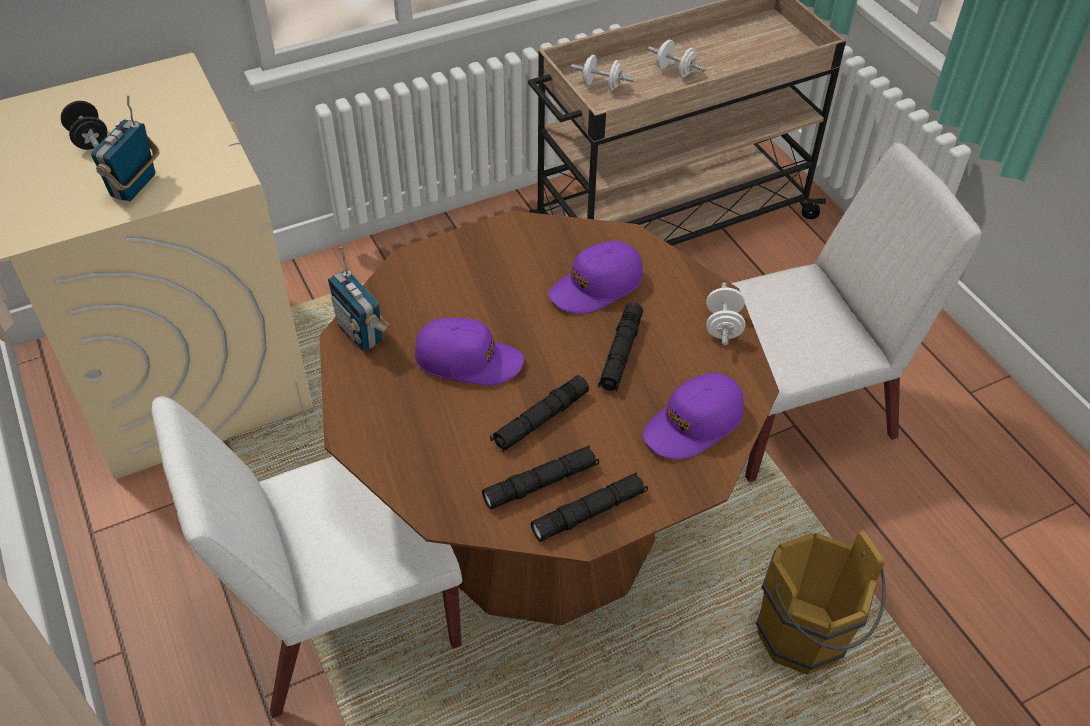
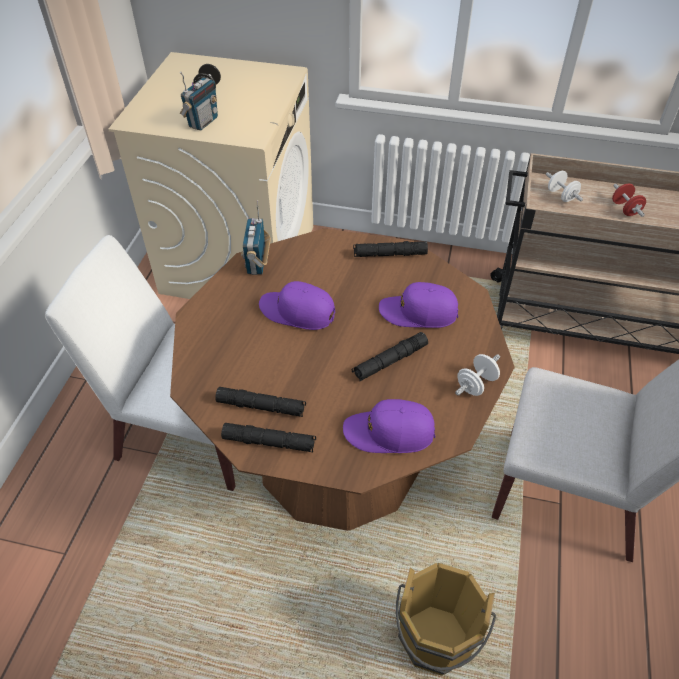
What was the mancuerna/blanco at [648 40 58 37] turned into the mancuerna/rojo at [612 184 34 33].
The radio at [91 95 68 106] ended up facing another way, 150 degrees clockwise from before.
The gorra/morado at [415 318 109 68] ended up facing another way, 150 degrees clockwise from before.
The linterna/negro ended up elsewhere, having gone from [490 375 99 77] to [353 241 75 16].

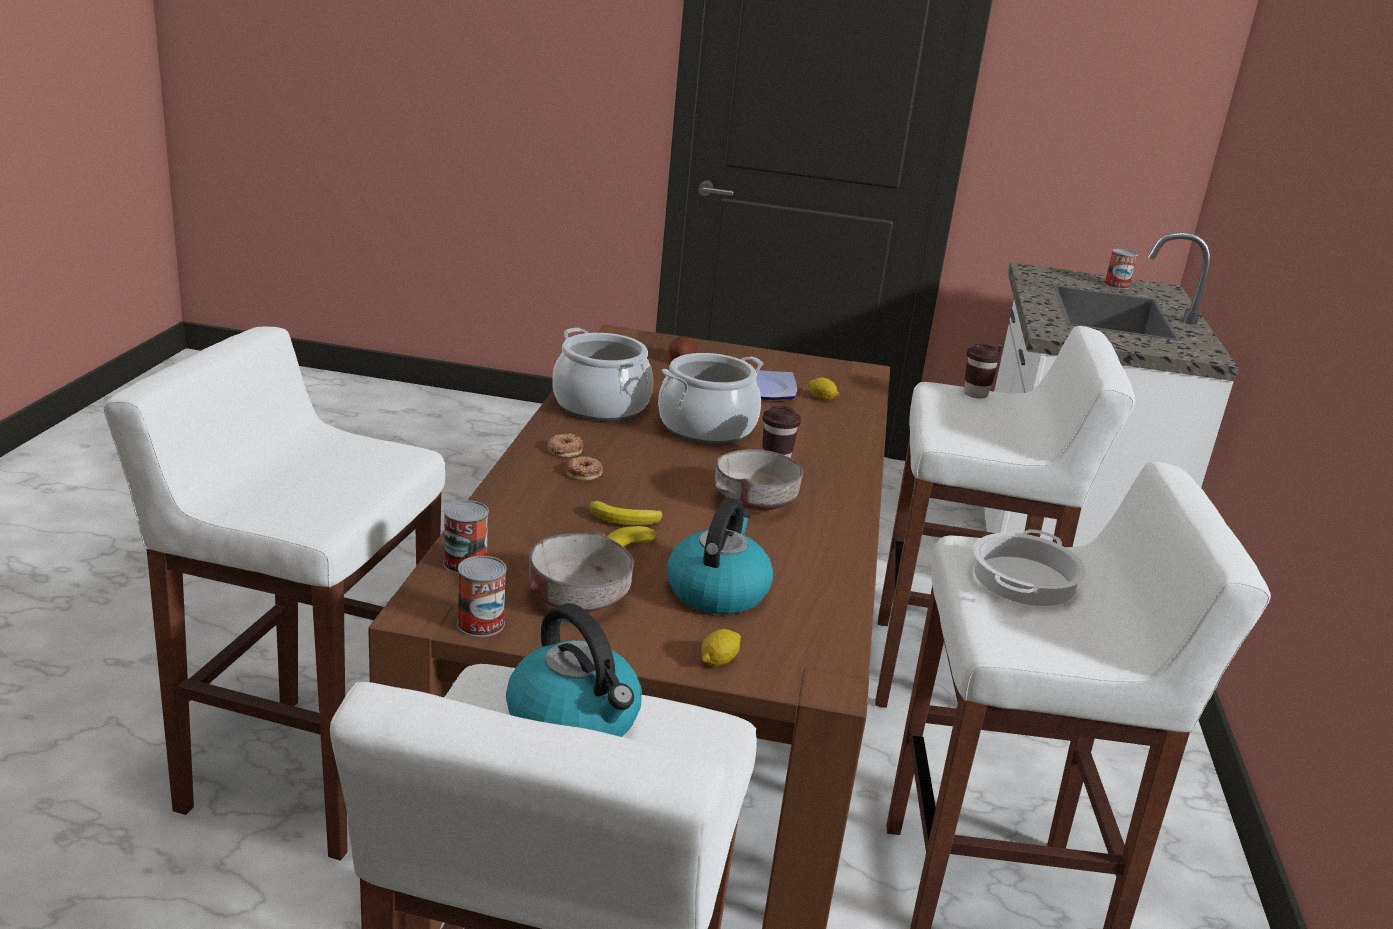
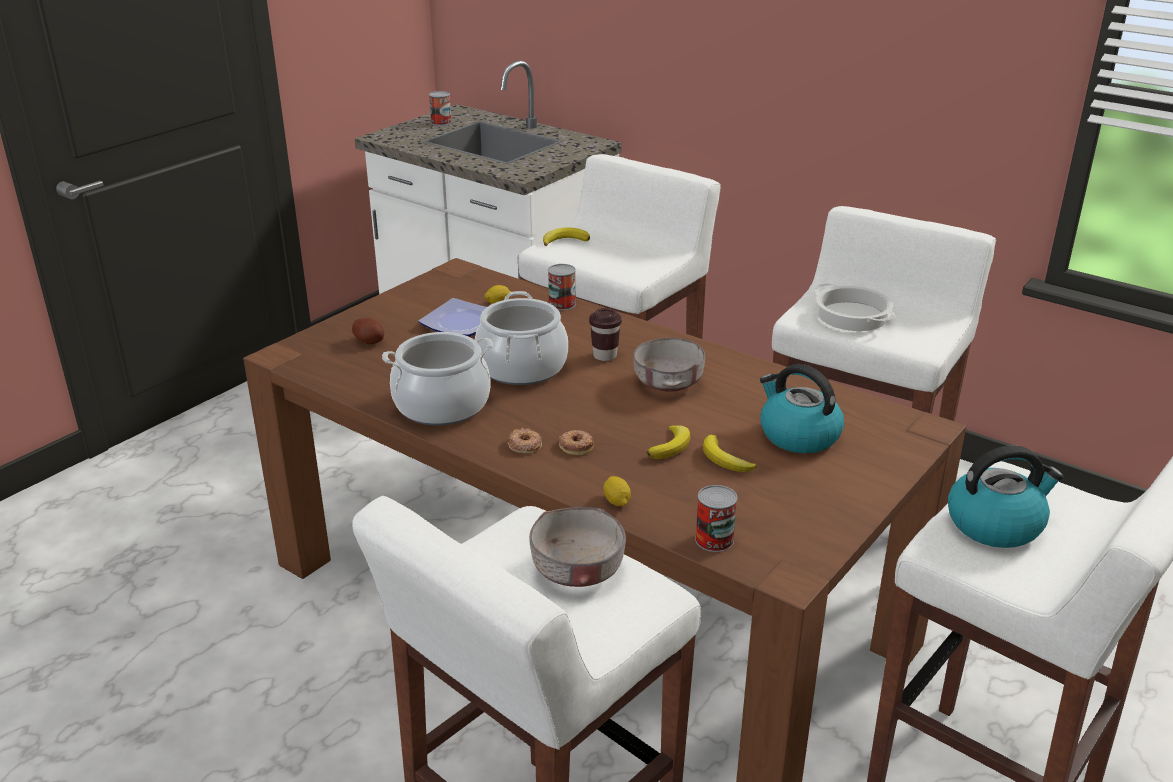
Where the taza/marrón stood at [964 344 37 54], the plátano came to stand at [543 227 47 19].
The cuenco/gris ended up elsewhere, having gone from [529 532 105 80] to [529 507 97 80].
The lata ended up elsewhere, having gone from [457 556 50 81] to [548 264 28 46].
The limón ended up elsewhere, having gone from [701 629 40 38] to [604 476 27 30].

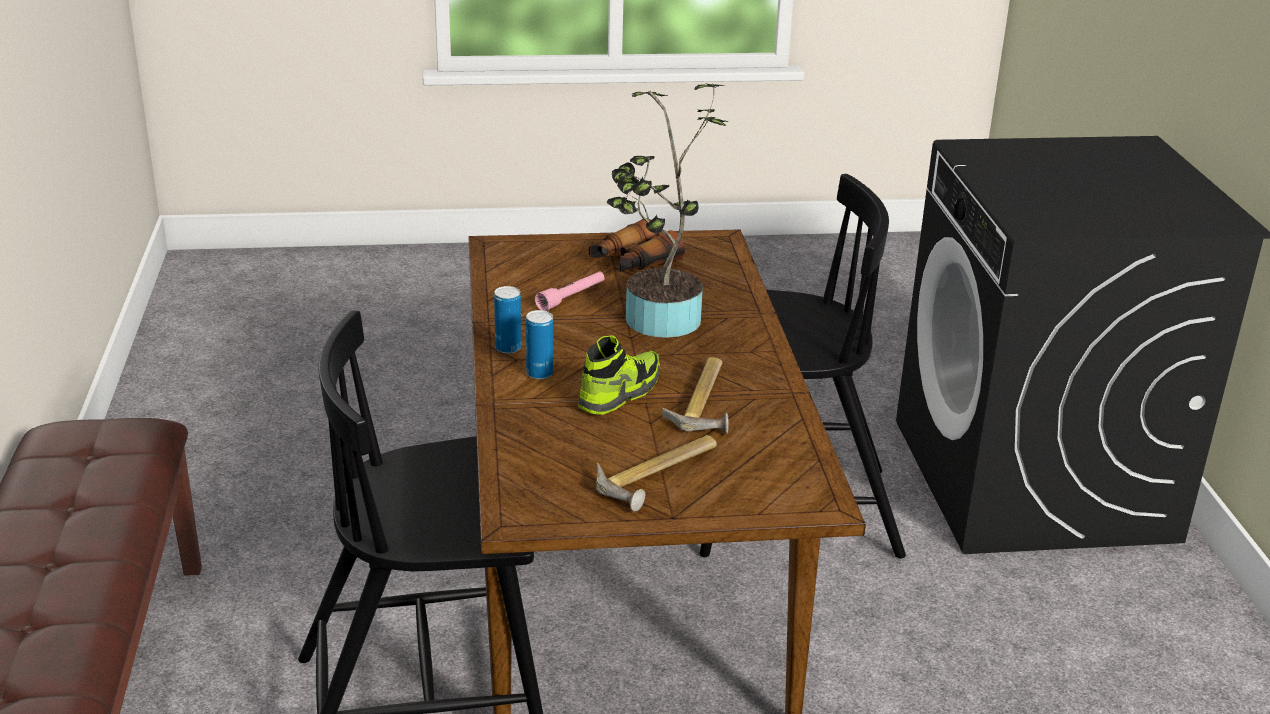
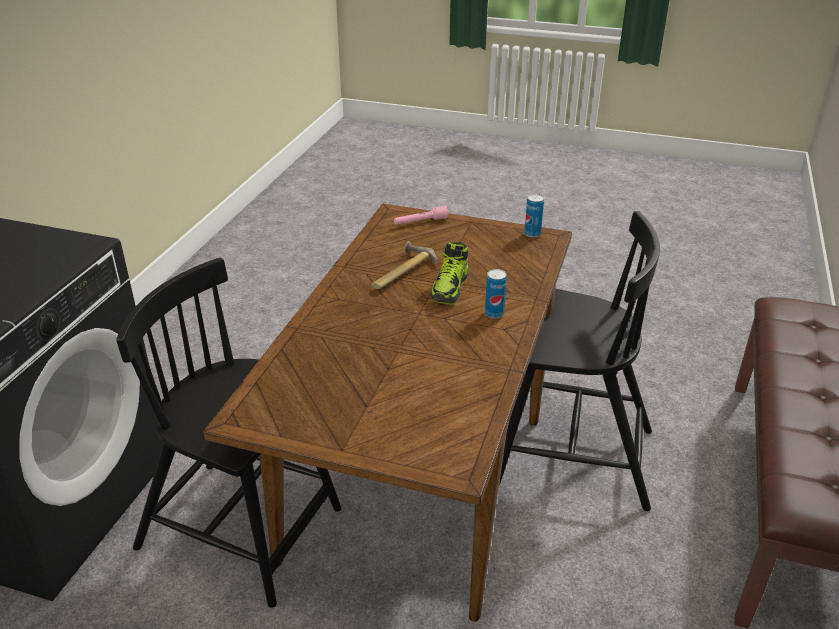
The second view lost the planta en maceta at [607 83 122 255].
The second view lost the prismáticos at [589 218 96 54].
The linterna/rosa ended up elsewhere, having gone from [535 272 69 39] to [394 206 55 19].
The lata ended up elsewhere, having gone from [494 286 27 68] to [524 194 20 43].
The zapato at [578 335 82 80] ended up facing another way, 45 degrees counterclockwise from before.
The second view lost the martillo at [596 435 121 76].

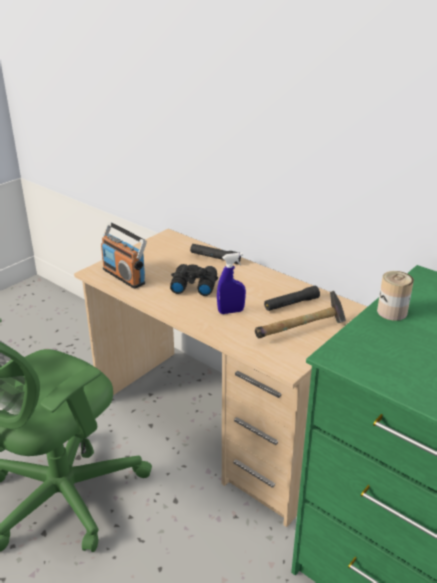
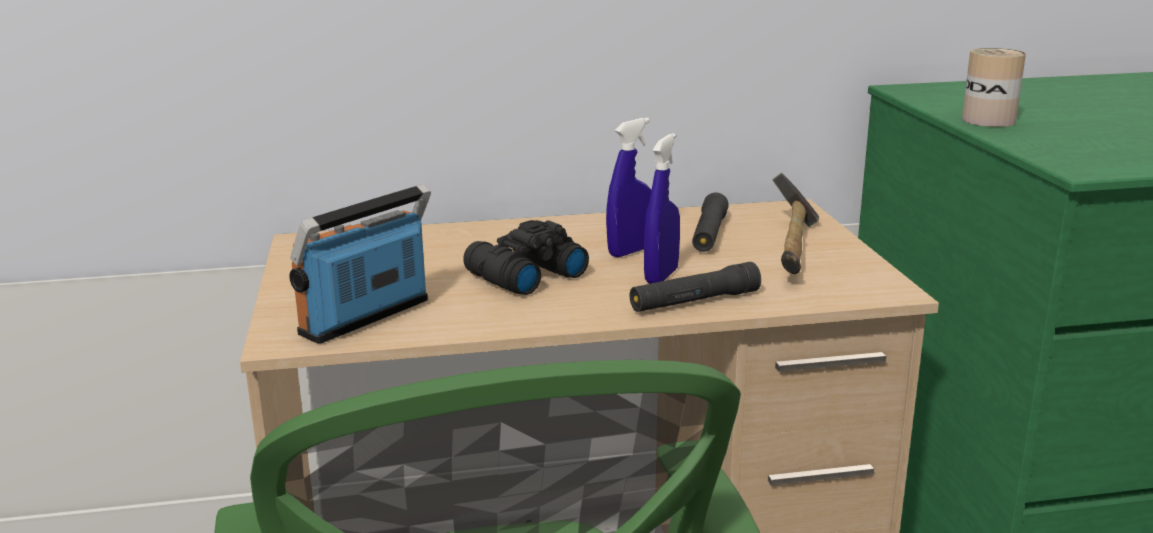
The radio at [101 222 46 67] ended up facing another way, 135 degrees clockwise from before.
The linterna/negro ended up elsewhere, having gone from [190 244 51 20] to [630 262 131 50].
The second view gained the pulverizador/azul at [606 118 45 139].

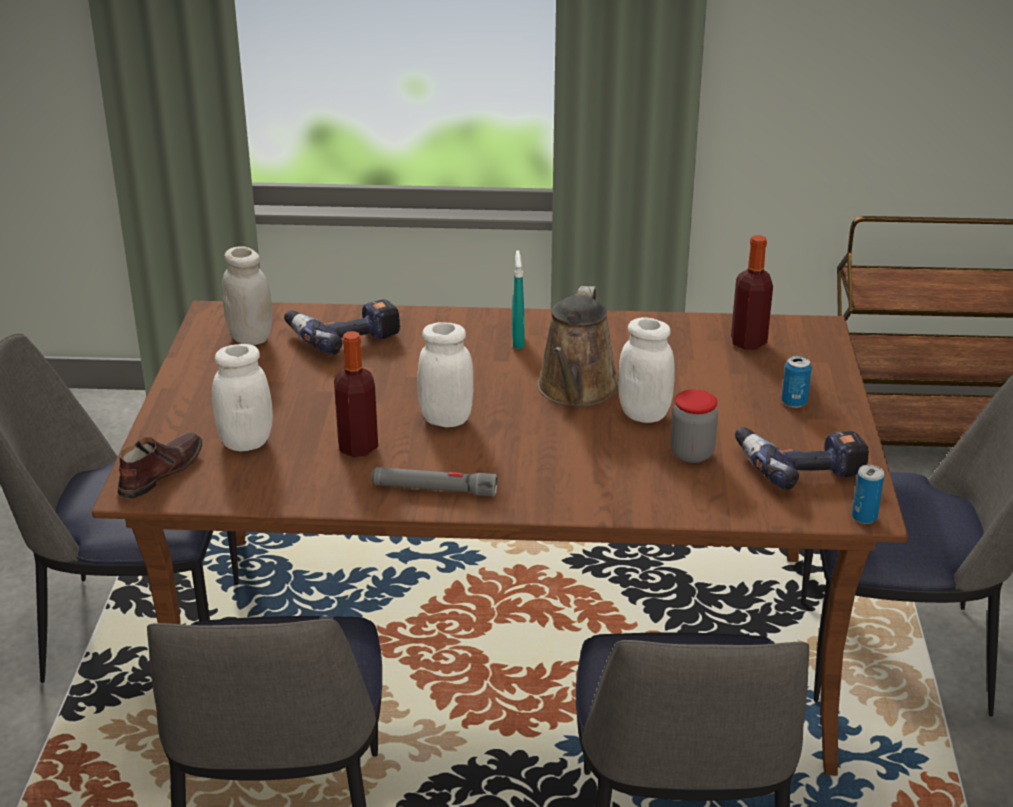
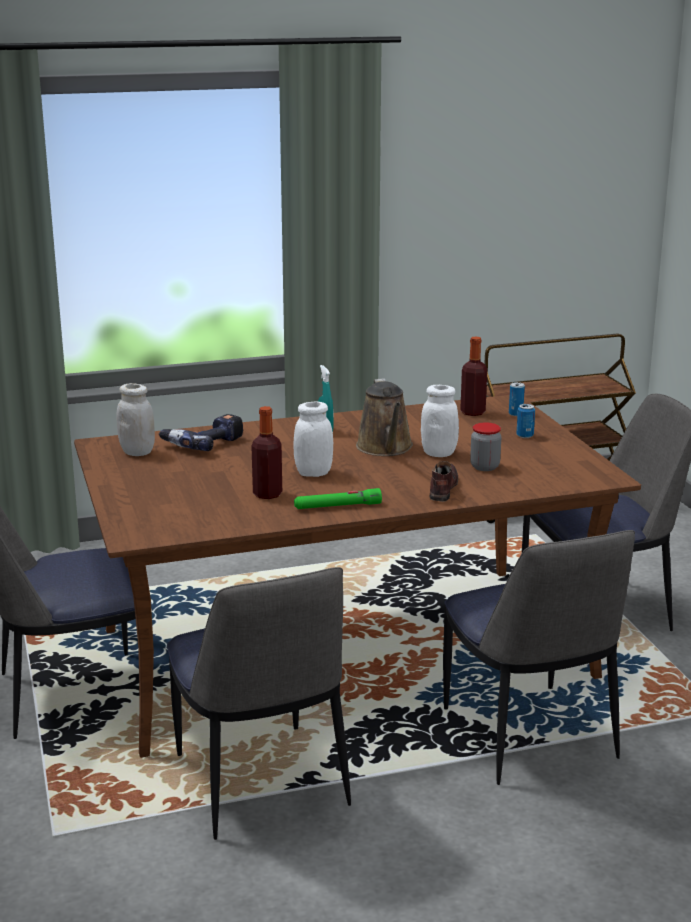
The second view lost the tarro/blanco at [212 344 61 107].
The second view lost the taladro at [735 427 134 63].
The zapato/marrón ended up elsewhere, having gone from [118 432 84 67] to [430 461 28 41].
The lata ended up elsewhere, having gone from [852 465 32 59] to [509 382 16 34].
What was the linterna/gris at [371 467 126 29] turned into the linterna/verde at [294 488 88 21].

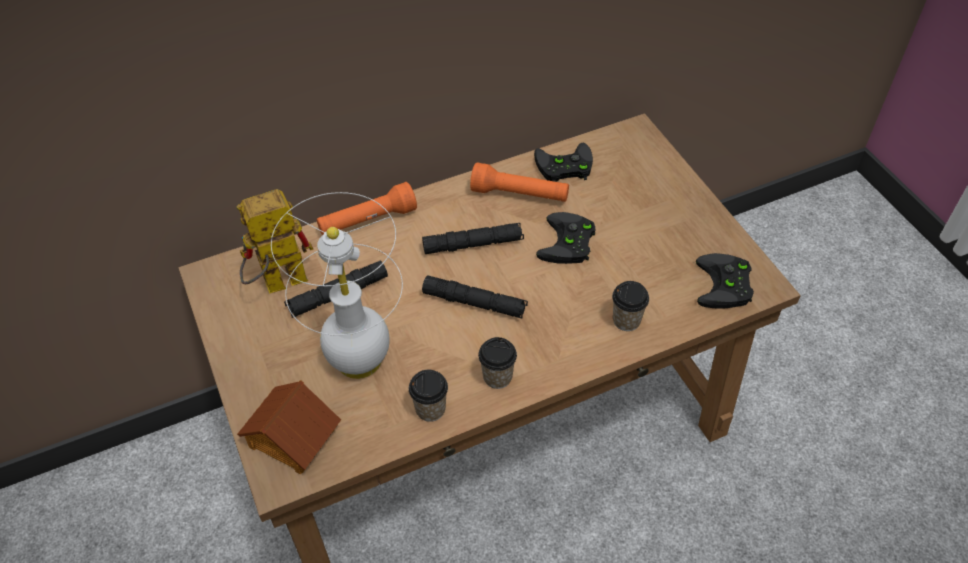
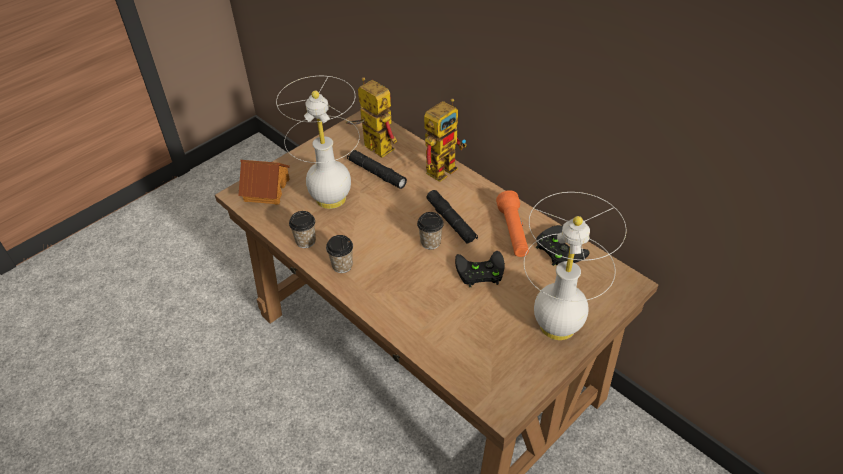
Where the linterna/naranja stood at [317 182 100 53], the robot de juguete came to stand at [424 98 43 84].
The second view lost the mando de consola/negro at [696 253 58 56].
The second view lost the linterna/negro at [422 275 106 43].
The taza ended up elsewhere, having gone from [612 281 37 50] to [417 212 27 37].
The second view gained the lámpara de mesa/blanco at [524 192 102 148].

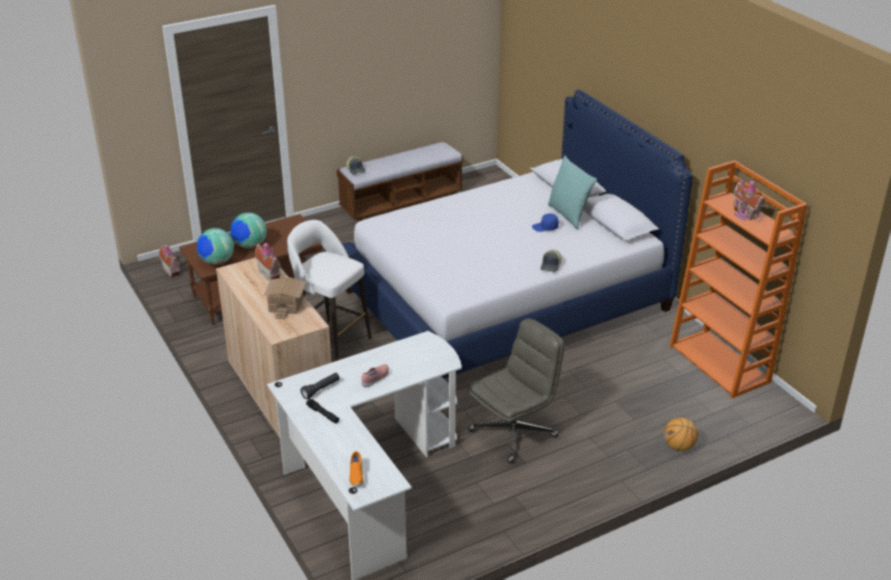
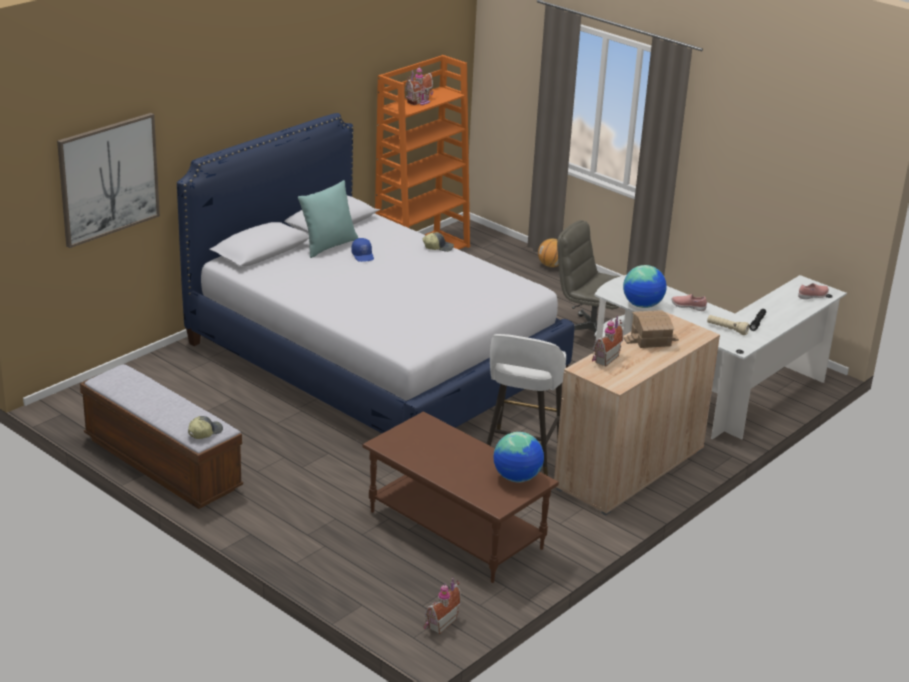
The globo terráqueo ended up elsewhere, having gone from [230 213 37 35] to [623 265 44 43].
What was the linterna/negro at [301 373 39 26] turned into the linterna/beis at [707 315 43 20].
What was the zapato/naranja at [349 451 14 36] turned into the zapato/rosa at [798 283 31 16].
The second view gained the cuadro at [57 113 103 135].

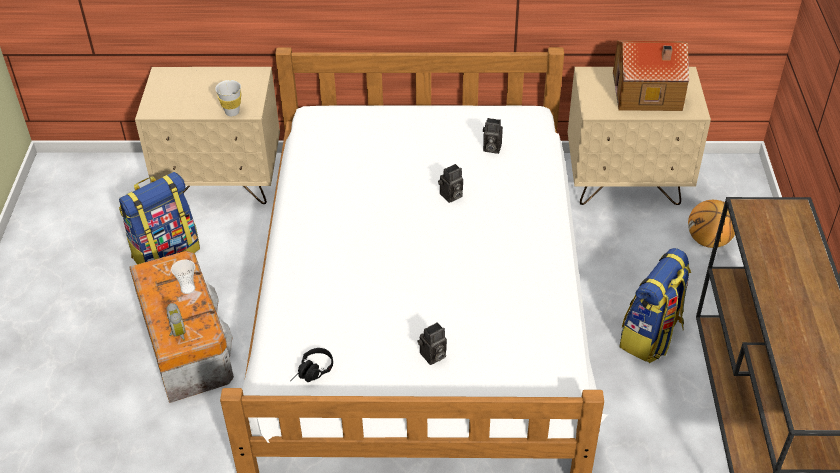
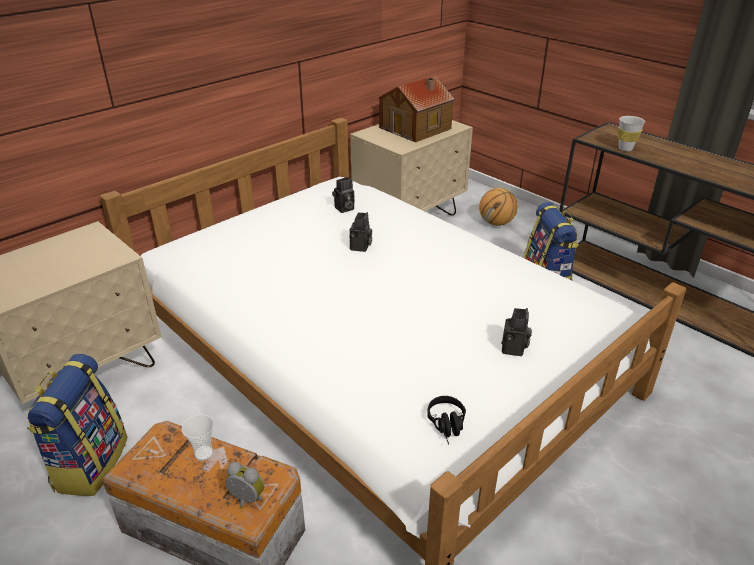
The taza/blanco ended up elsewhere, having gone from [215 80 26 36] to [618 116 27 35].

